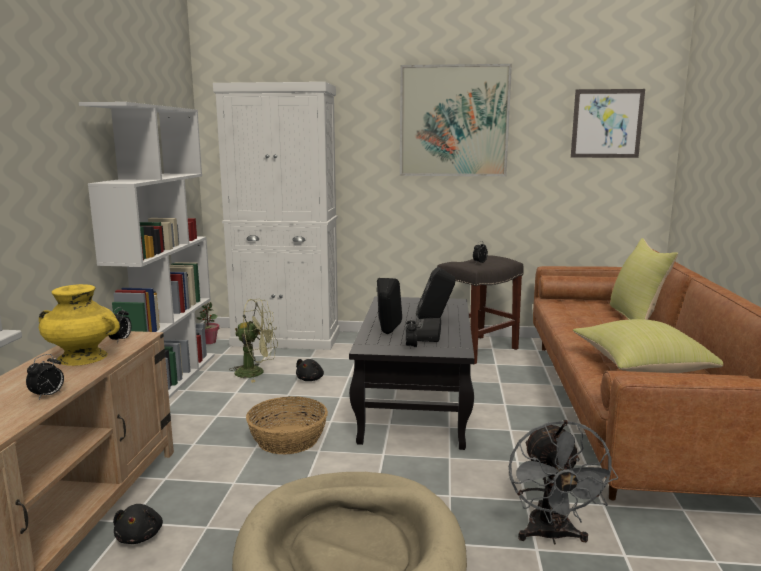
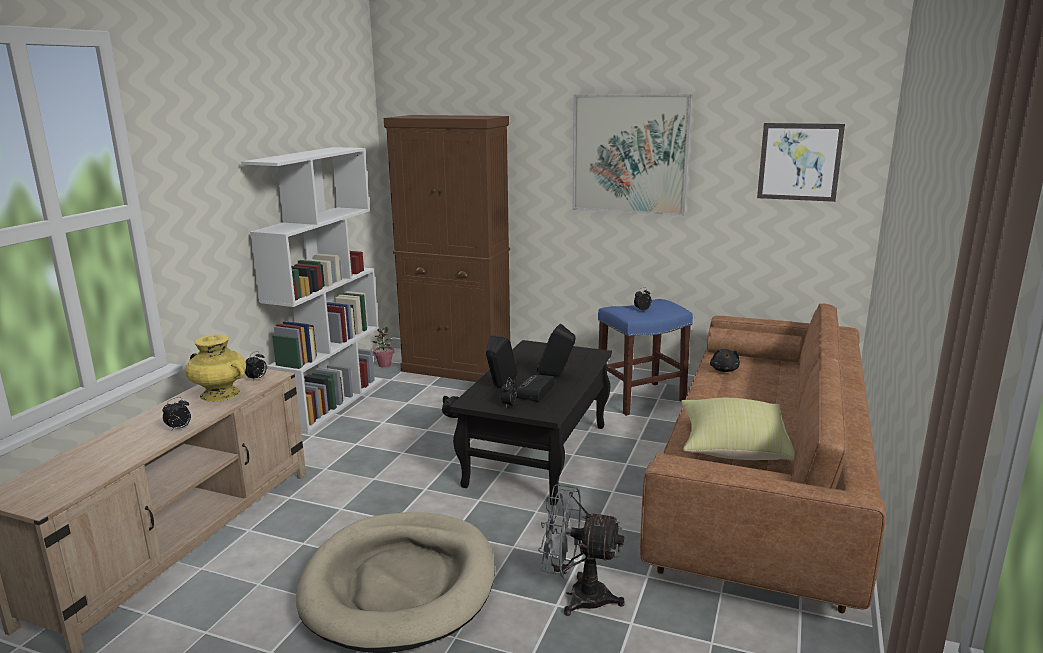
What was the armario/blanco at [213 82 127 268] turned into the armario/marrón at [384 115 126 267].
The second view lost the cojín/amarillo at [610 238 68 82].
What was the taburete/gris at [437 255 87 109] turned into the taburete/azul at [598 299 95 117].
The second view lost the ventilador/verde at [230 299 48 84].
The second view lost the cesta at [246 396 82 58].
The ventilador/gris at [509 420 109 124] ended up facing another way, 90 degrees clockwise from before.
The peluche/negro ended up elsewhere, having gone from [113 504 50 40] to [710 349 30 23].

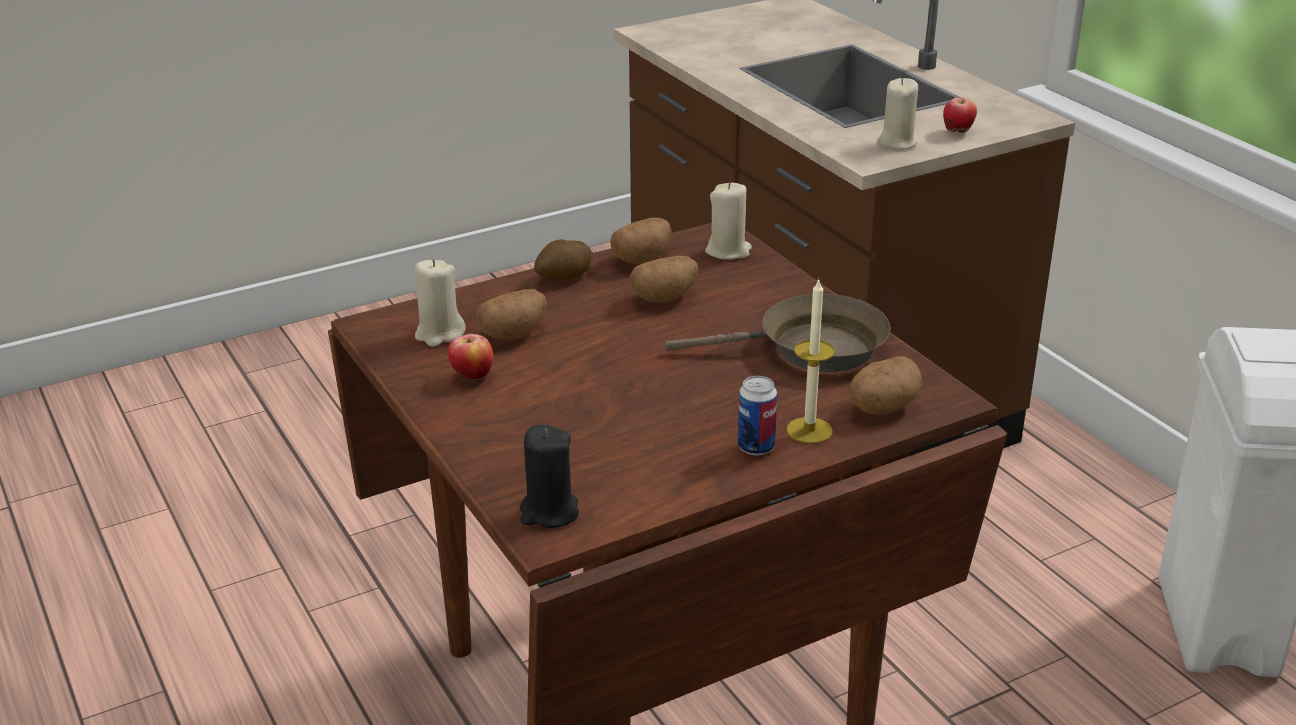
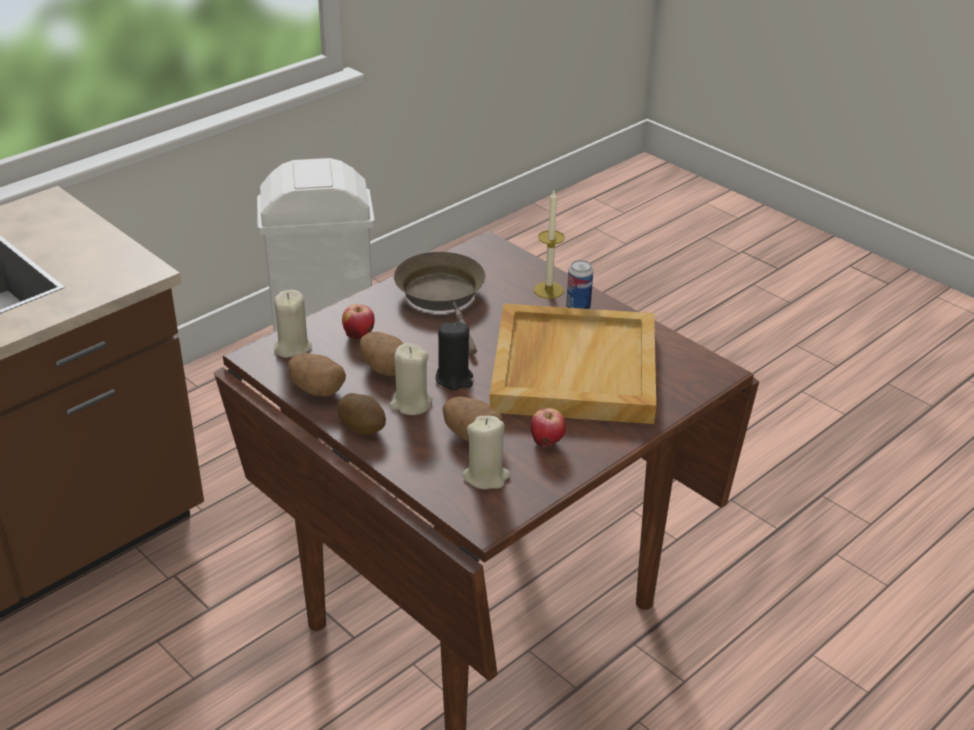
The vela/beis ended up elsewhere, having gone from [877 78 41 72] to [389 343 44 72].
The manzana ended up elsewhere, having gone from [943 97 34 36] to [342 304 32 36].
The second view lost the patata at [848 356 74 59].
The vela/negro ended up elsewhere, having gone from [519 425 60 103] to [436 321 37 70].
The second view gained the bandeja/beis at [490 304 166 120].

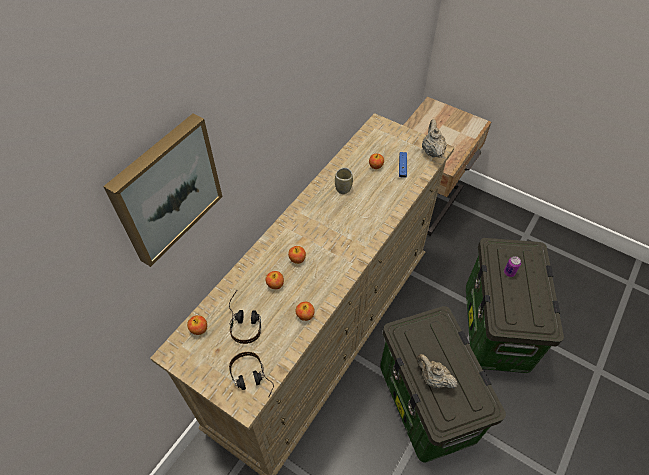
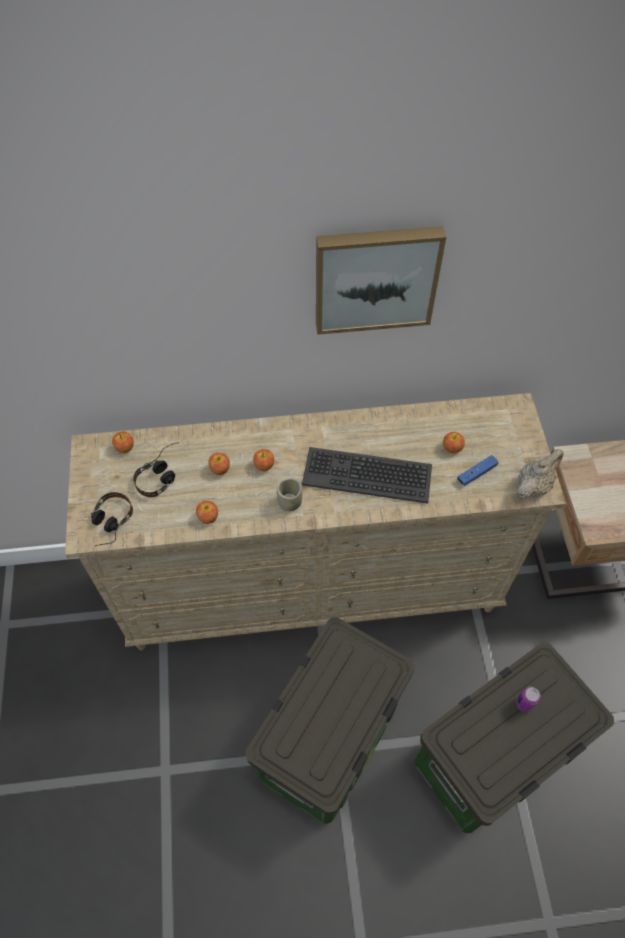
The cuadro ended up elsewhere, having gone from [103 113 120 154] to [316 226 130 109].
The taza ended up elsewhere, having gone from [335 168 18 26] to [277 479 25 32].
The second view lost the tetera/beis at [416 354 42 35].
The second view gained the teclado at [302 447 130 56].

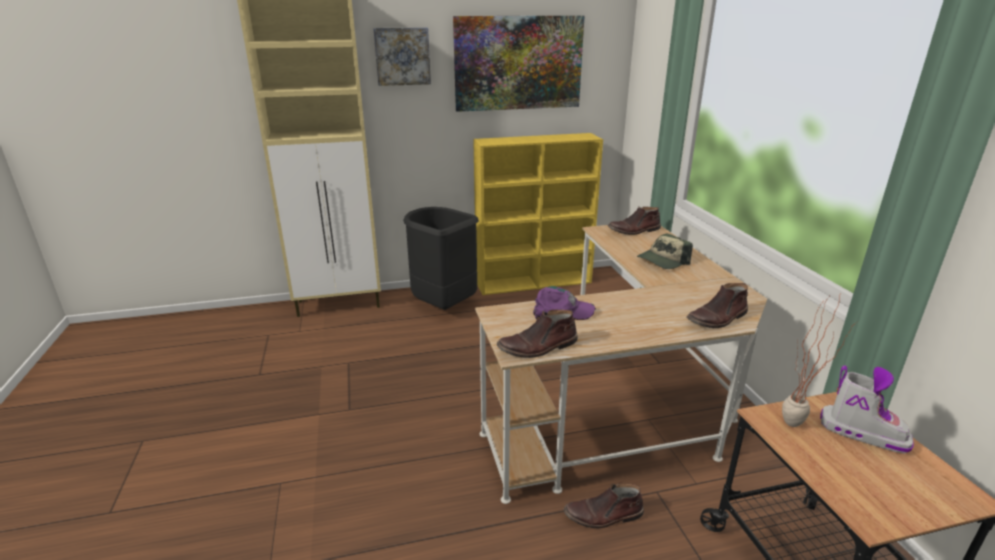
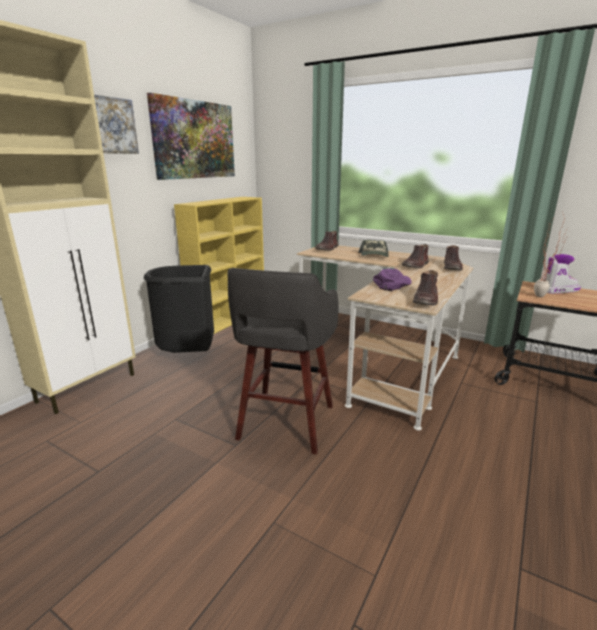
The bota/marrón ended up elsewhere, having gone from [564 483 80 45] to [402 244 27 24].
The second view gained the taburete/gris at [227 268 112 186].

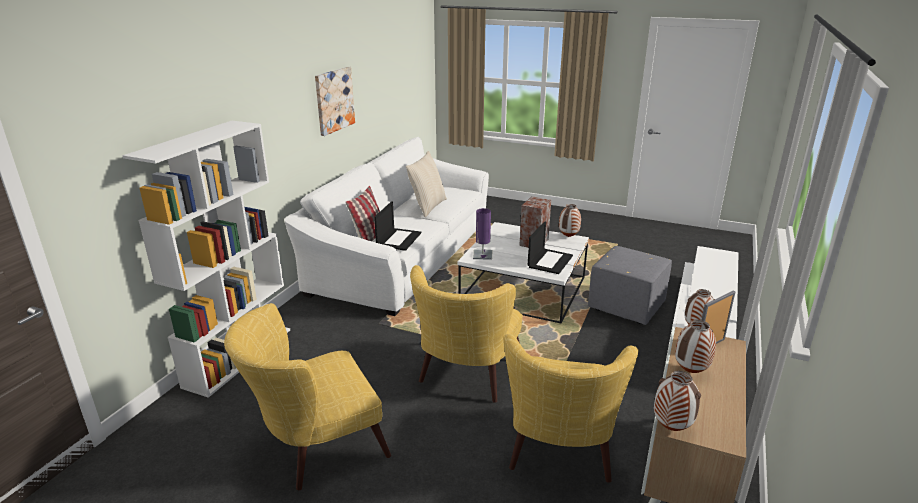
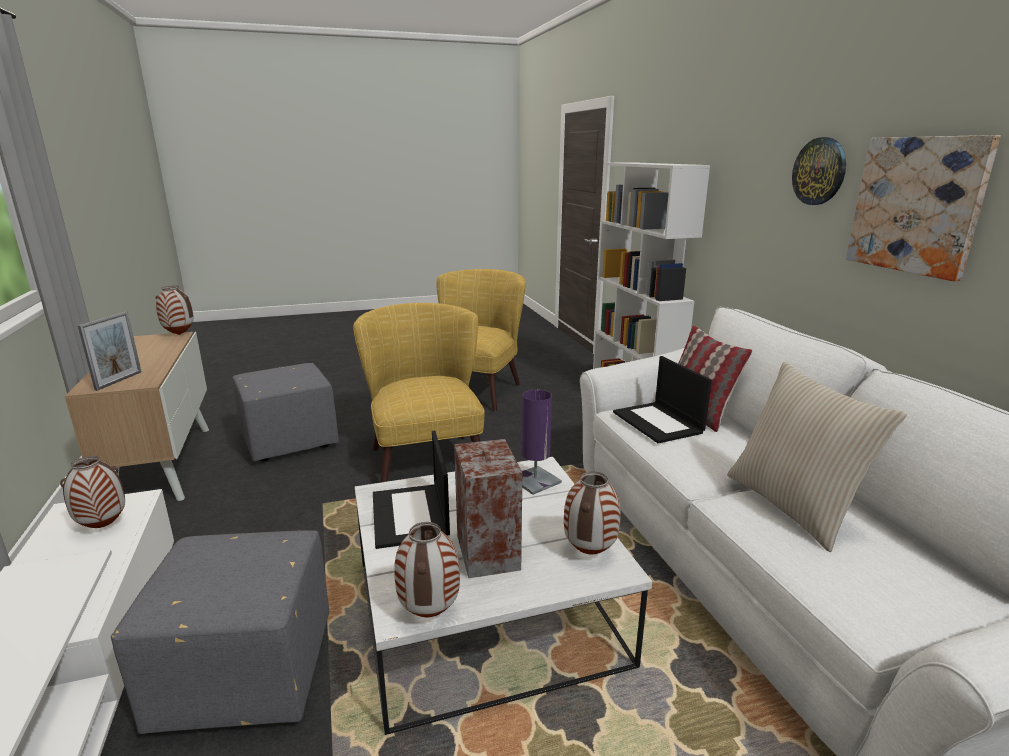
The florero ended up elsewhere, having gone from [675 320 41 53] to [564 472 57 82].
Where the sillón/amarillo stood at [503 334 135 149], the puf/gris came to stand at [233 363 106 99].
The second view gained the reloj de pared at [792 137 54 68].

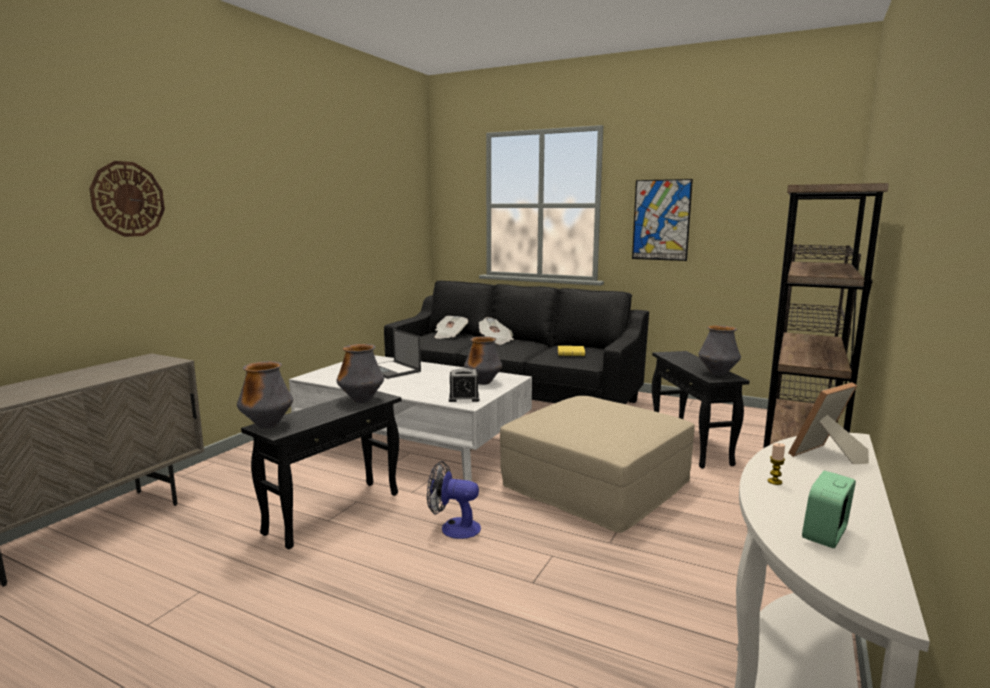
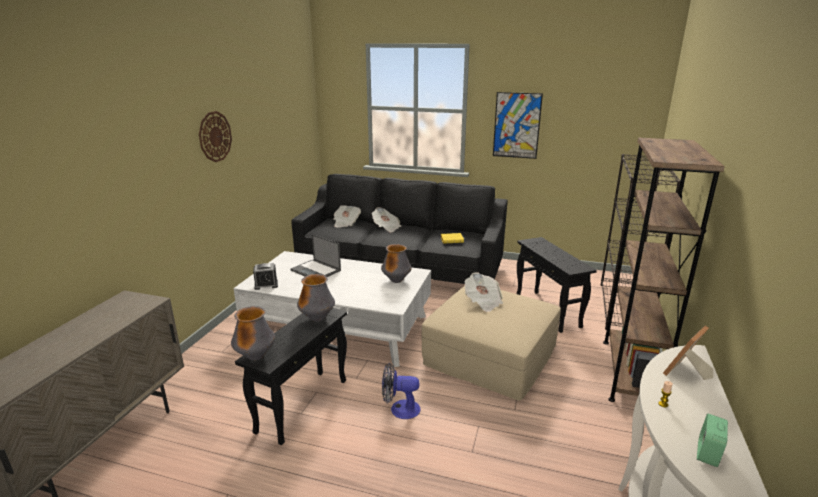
The reloj de pared ended up elsewhere, having gone from [89 161 76 76] to [199 111 33 51].
The second view lost the florero at [698 325 43 51].
The despertador ended up elsewhere, having gone from [449 368 31 34] to [253 263 25 27].
The second view gained the periódico at [464 272 39 40].

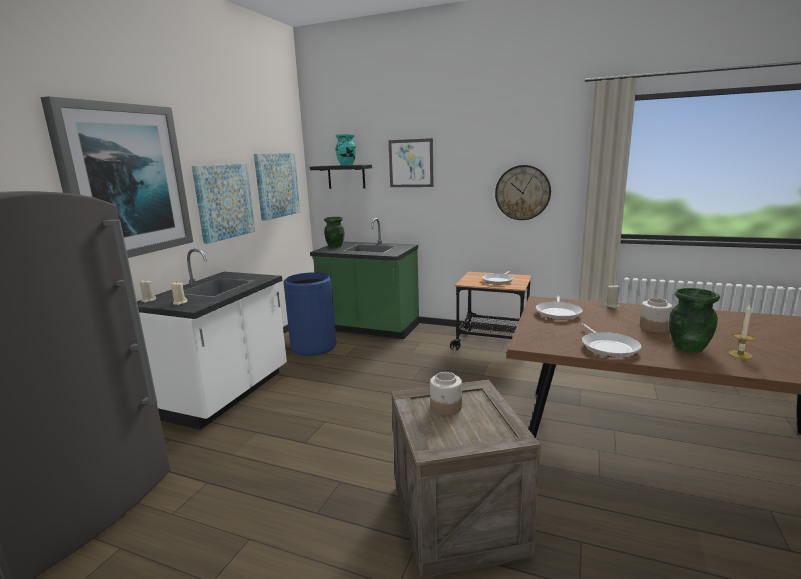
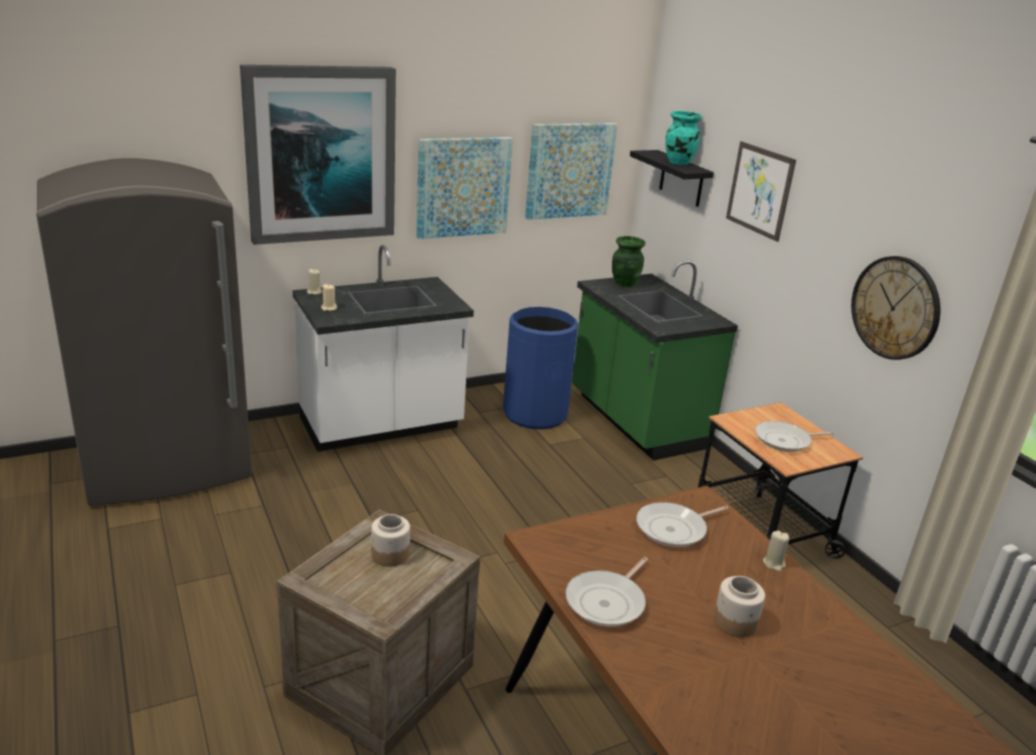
The second view lost the florero/verde at [669 288 51 65].
The second view lost the vela at [728 305 26 54].

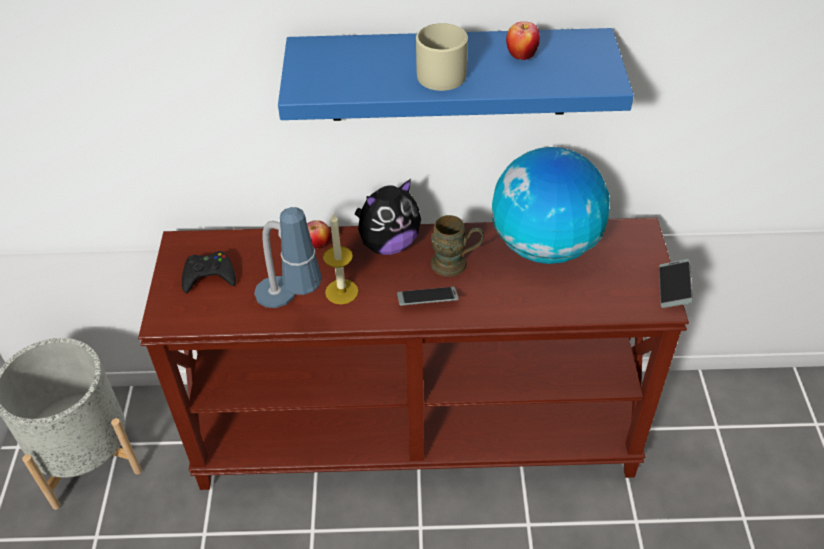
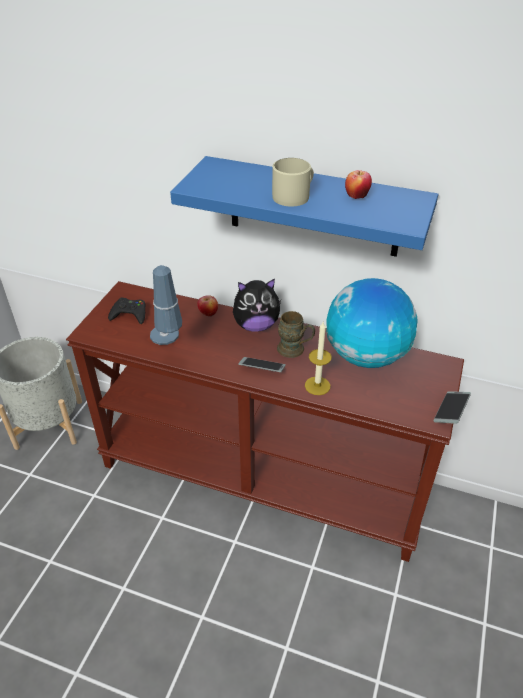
The vela ended up elsewhere, having gone from [323 214 36 91] to [305 322 27 73].

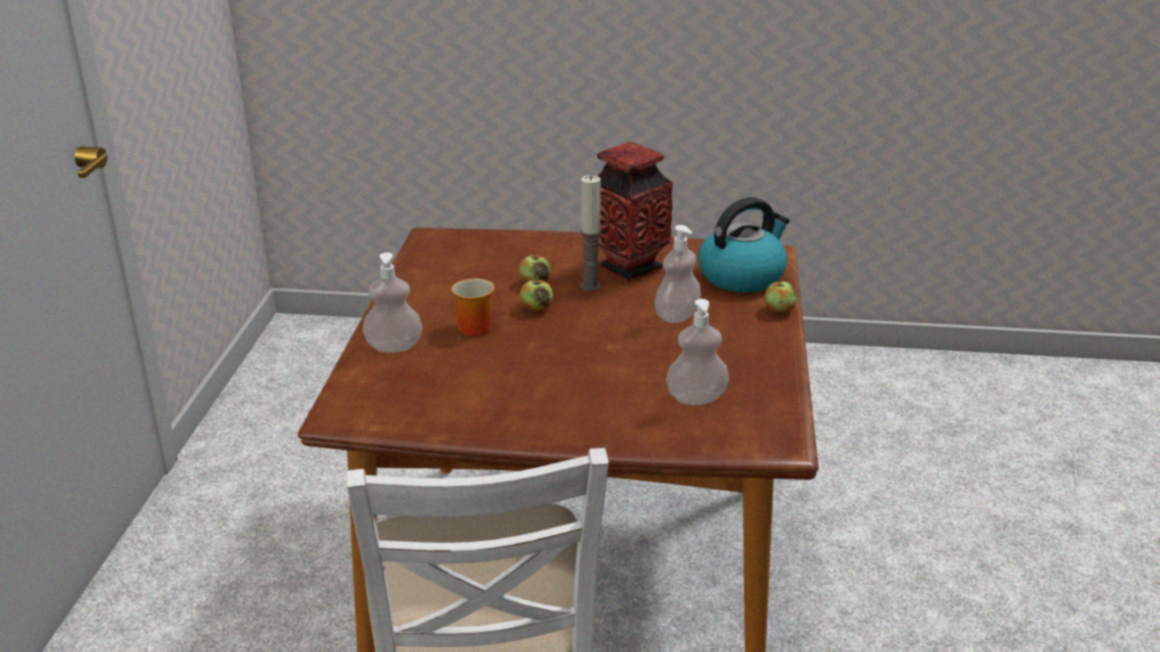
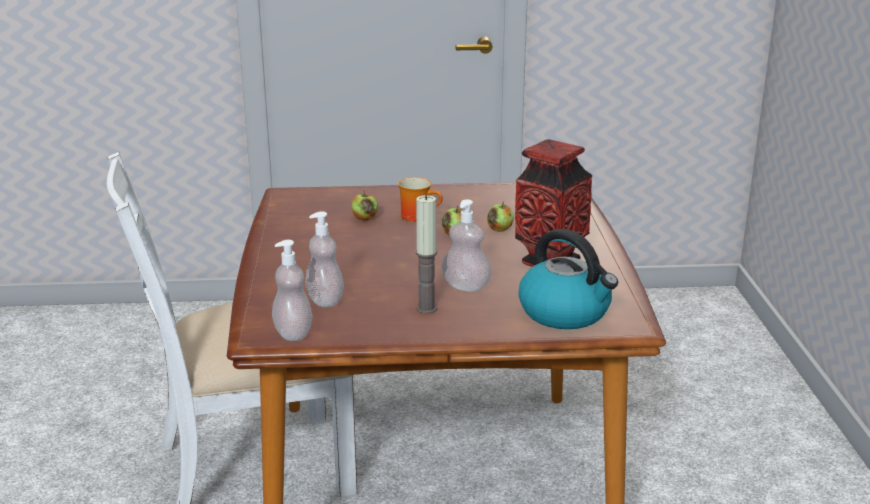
The vela ended up elsewhere, having gone from [580 175 21 116] to [416 195 21 119].
The dispensador de jabón ended up elsewhere, having gone from [363 252 59 101] to [272 240 40 101].
The manzana ended up elsewhere, having gone from [765 280 32 34] to [351 190 27 30].

